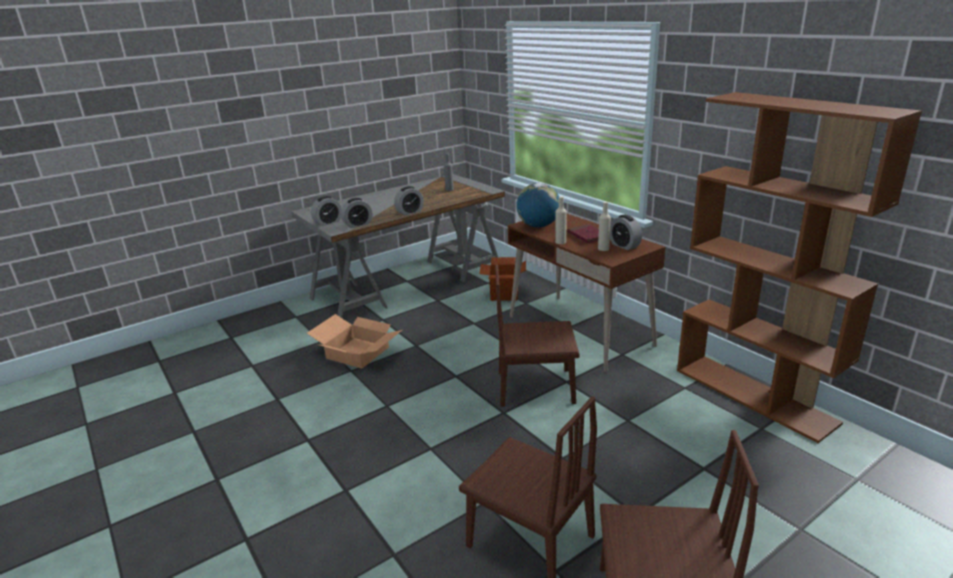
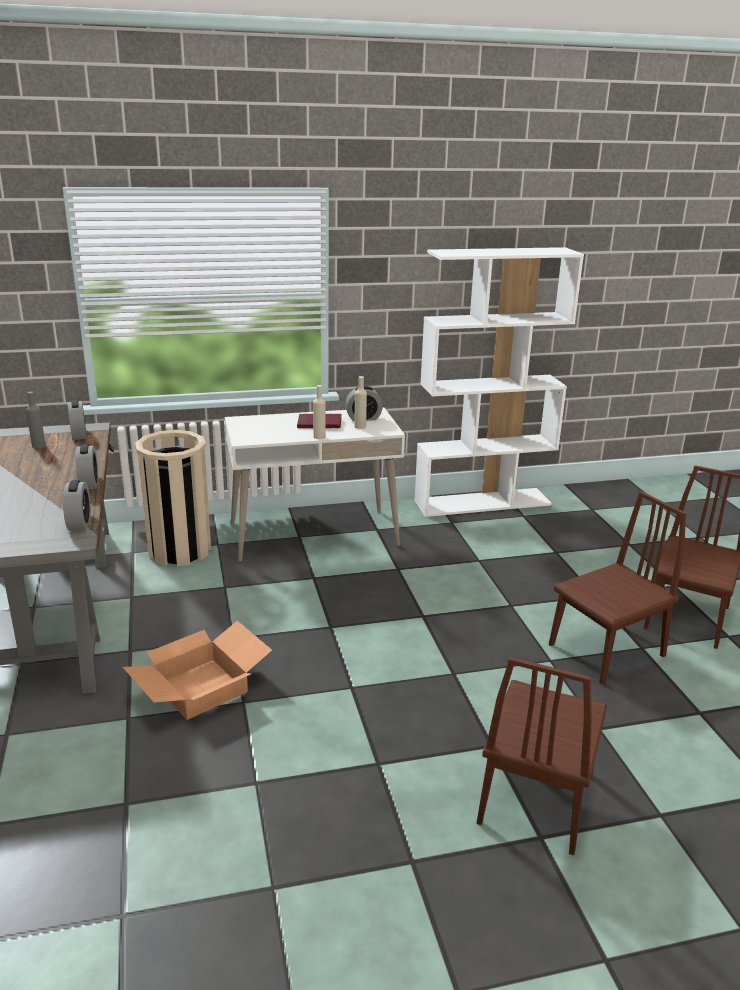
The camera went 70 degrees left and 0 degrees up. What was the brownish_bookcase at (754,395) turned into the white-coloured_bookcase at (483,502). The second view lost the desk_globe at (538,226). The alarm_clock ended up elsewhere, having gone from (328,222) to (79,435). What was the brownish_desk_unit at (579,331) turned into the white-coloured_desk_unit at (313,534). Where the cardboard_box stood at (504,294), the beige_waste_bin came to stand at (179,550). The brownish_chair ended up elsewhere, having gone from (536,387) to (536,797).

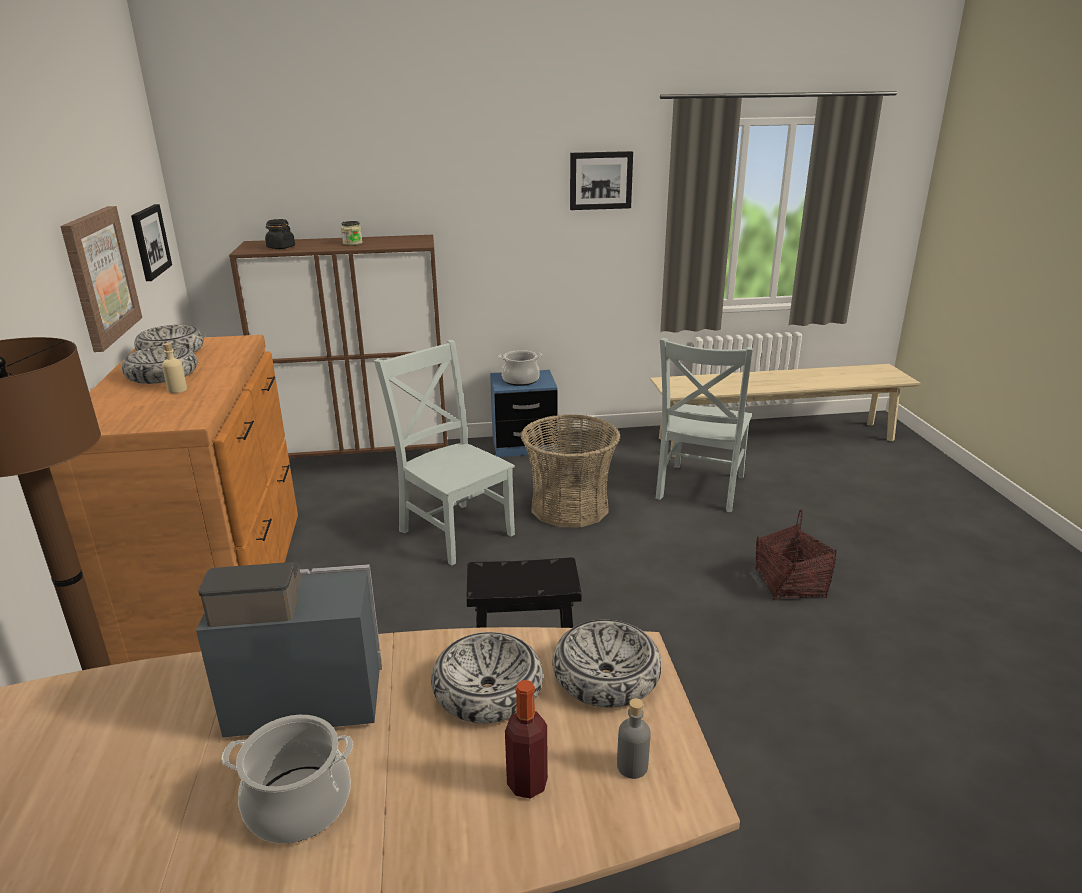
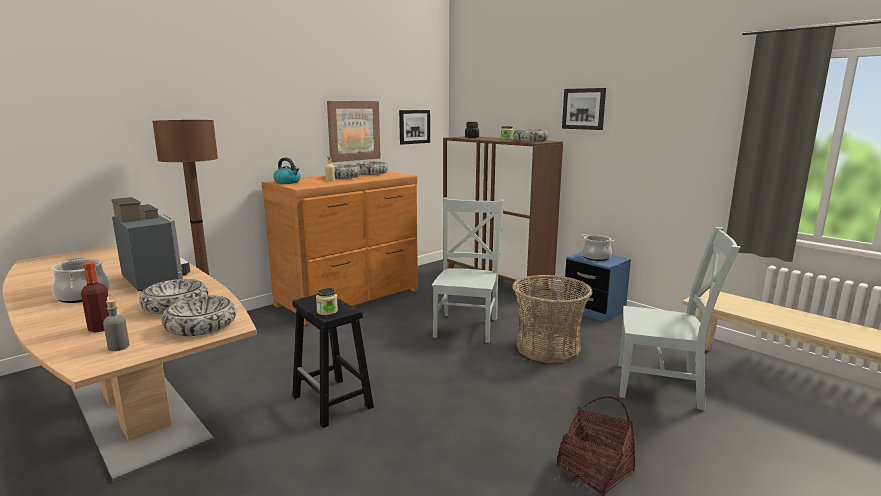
The camera went 55 degrees right and 10 degrees down. The wall_art ended up elsewhere, having gone from (600,180) to (584,109). The gray_chair at (699,489) ended up facing another way, 150 degrees counterclockwise from before. The second view gained the deep_dish at (530,141). The second view gained the tea_kettle at (288,182). The second view gained the jar at (327,311).

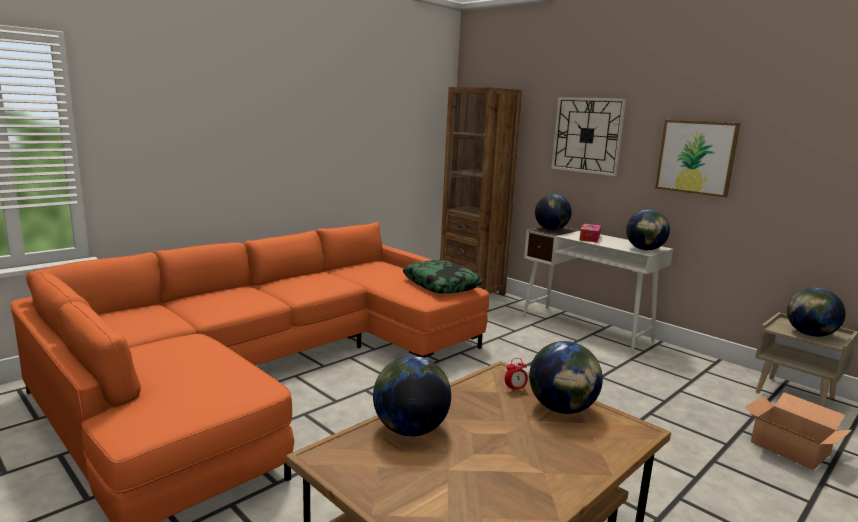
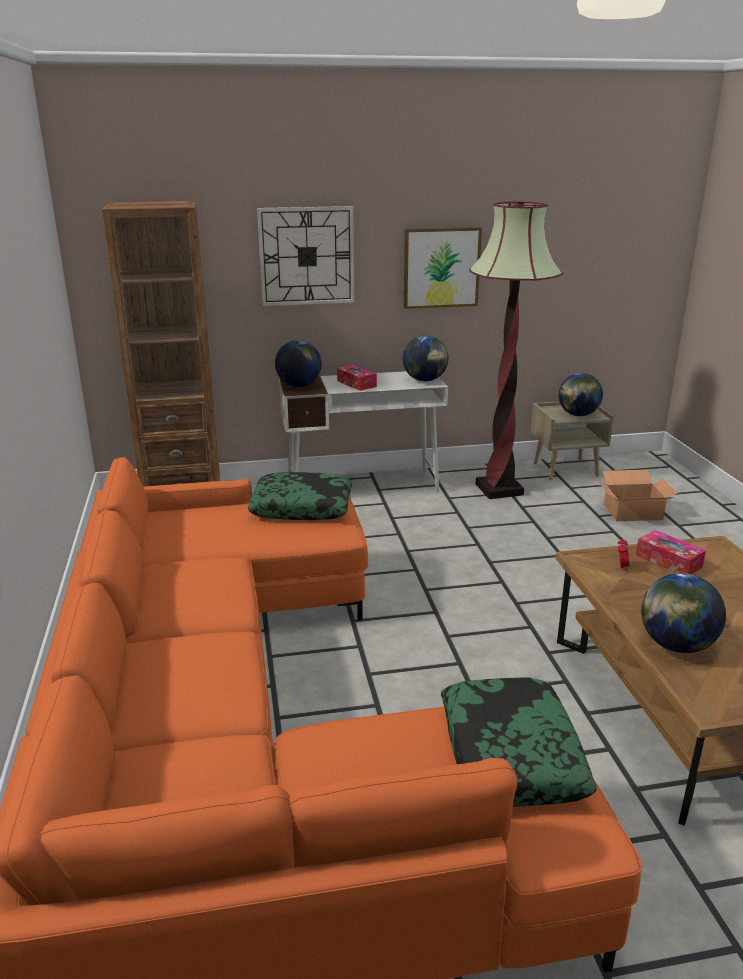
The camera went 55 degrees left and 10 degrees up. Where the desk_globe stood at (562,409), the tissue_holder came to stand at (668,561). The second view gained the floor_lamp at (499,489). The second view gained the throw_pillow at (510,753).

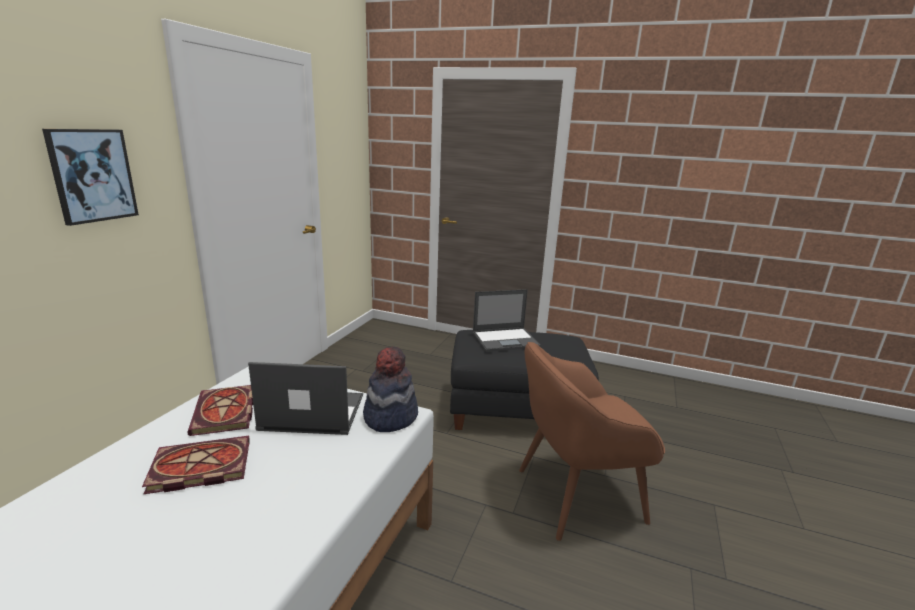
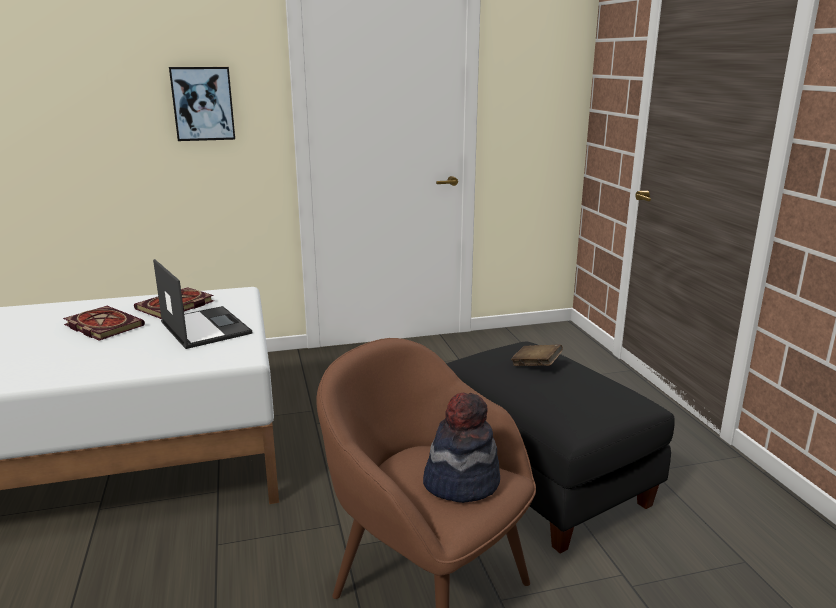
The camera went 55 degrees right and 0 degrees up. Where the laptop stood at (506,340), the brownish_volume came to stand at (536,366). The hat ended up elsewhere, having gone from (390,416) to (461,482).

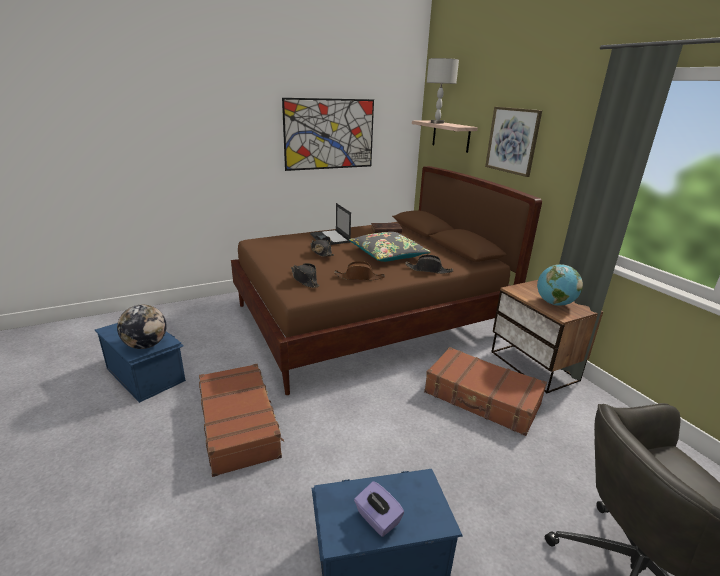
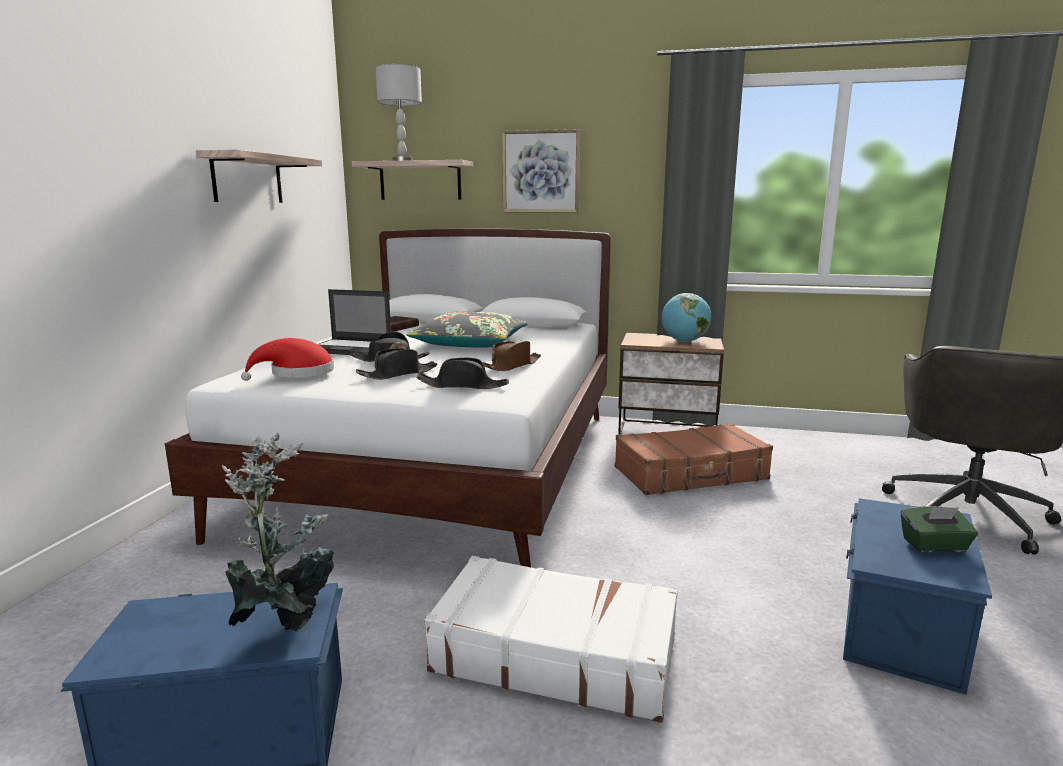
The camera went 50 degrees left and 10 degrees down. Where the wall_art hung at (329,134), the shelf came to hang at (247,179). What was the brownish_bedroom_bed at (369,319) turned into the white-coloured_bedroom_bed at (444,467). The black_hat ended up elsewhere, having gone from (428,270) to (398,374). Where the desk_globe stood at (146,345), the houseplant came to stand at (285,620). What was the brownish_suitcase at (240,425) turned into the white-coloured_suitcase at (554,654). What was the purplish_tissue_holder at (377,519) turned into the green_tissue_holder at (934,546). The second view gained the red-coloured_hat at (297,373).

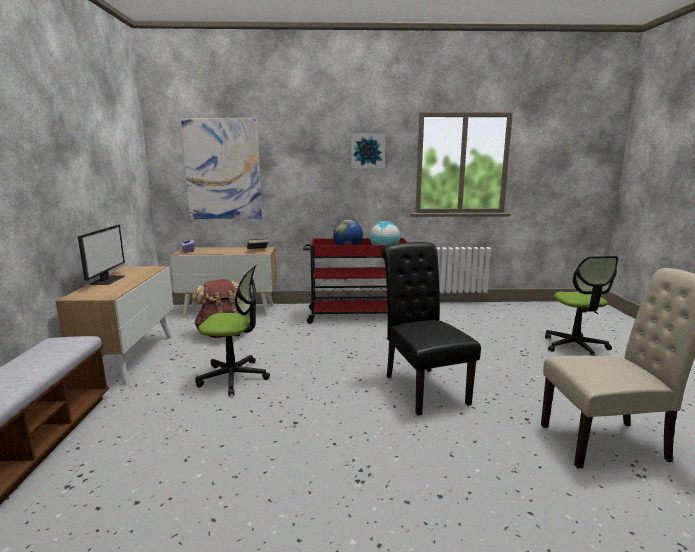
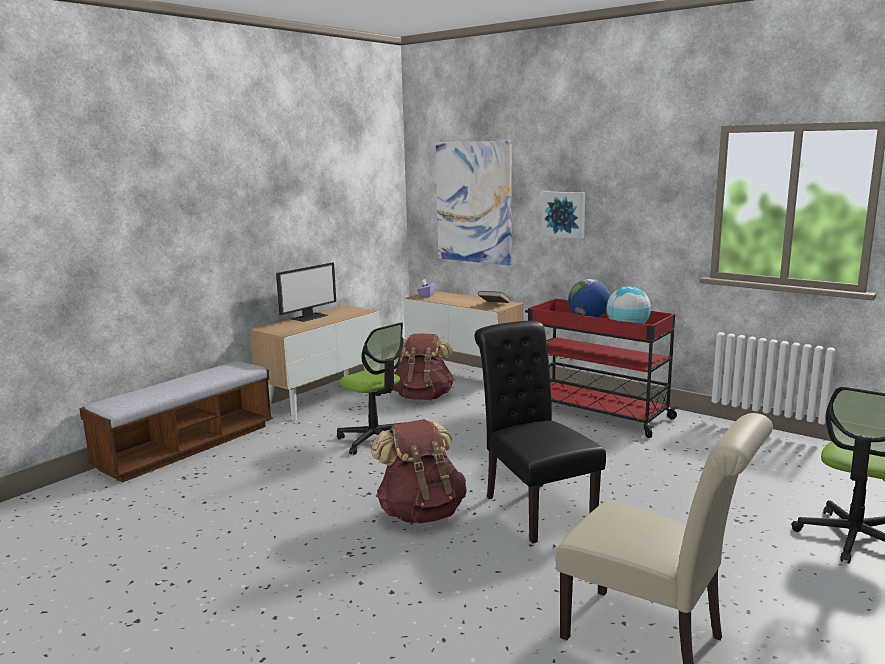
The camera went 40 degrees right and 0 degrees up. The wall_art ended up elsewhere, having gone from (367,151) to (564,214). The black_chair at (422,387) ended up facing another way, 45 degrees counterclockwise from before. The second view gained the brownish_backpack at (421,513).

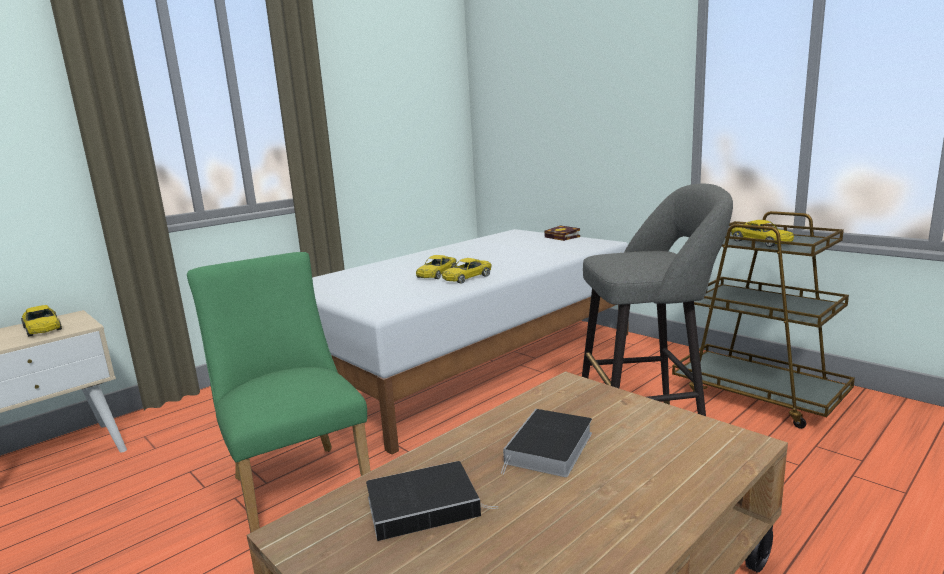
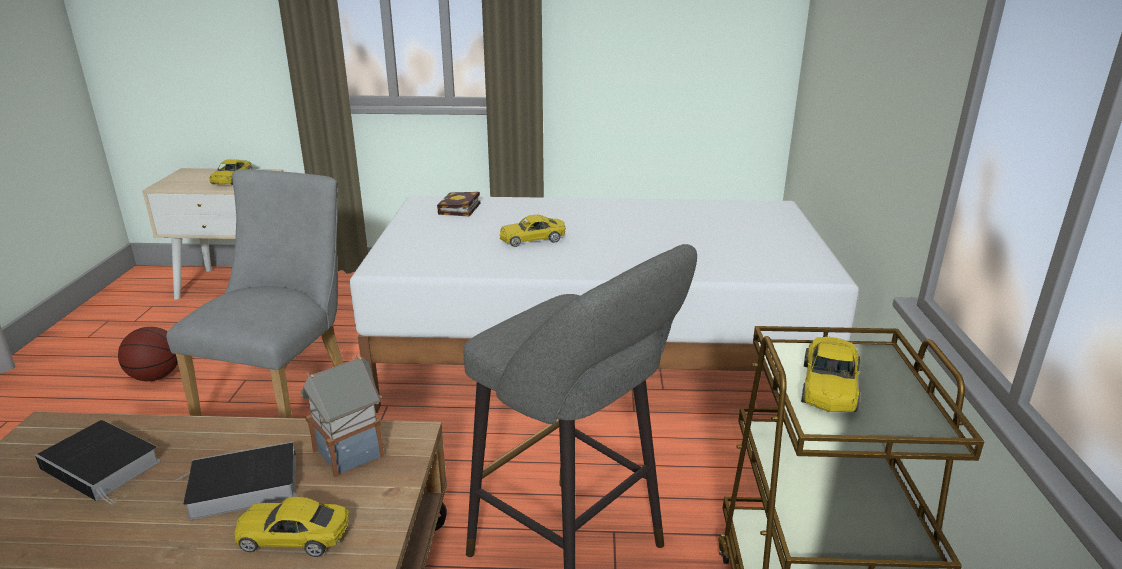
The camera went 45 degrees right and 10 degrees up. The volume ended up elsewhere, having gone from (563,237) to (459,209). What was the green_chair at (296,484) turned into the gray_chair at (284,394). The yellow_toy_car ended up elsewhere, having gone from (467,278) to (294,536). The second view gained the ball_for_basketball at (156,377). The second view gained the model_house at (350,452).

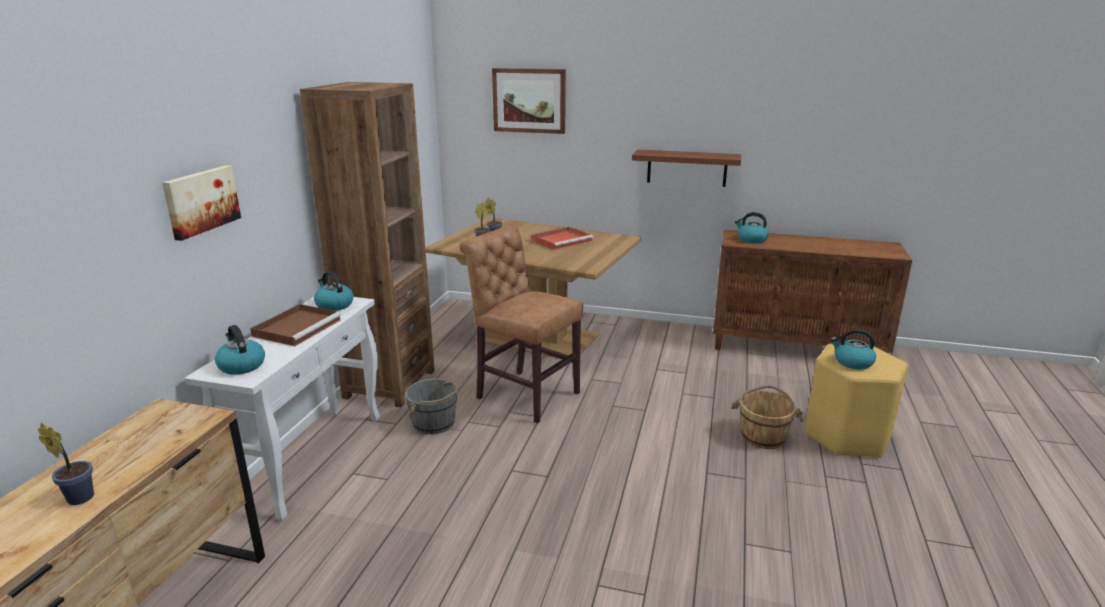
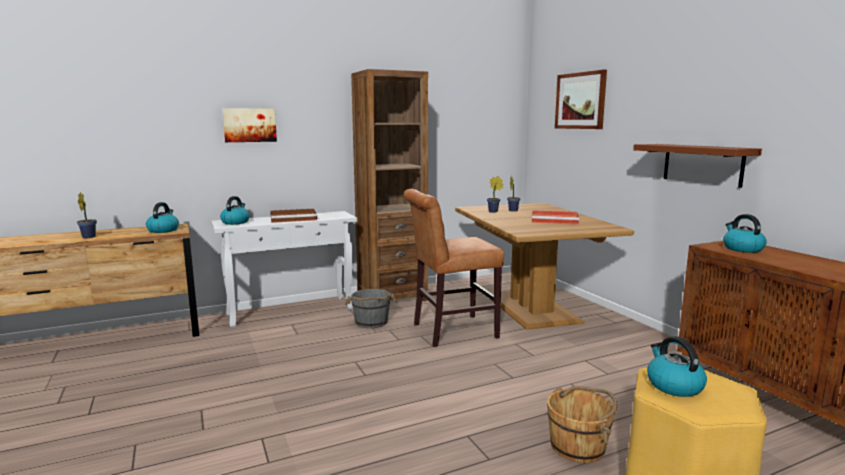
The camera went 50 degrees right and 10 degrees down. The brownish_chair at (523,394) ended up facing another way, 105 degrees counterclockwise from before. The tea_kettle ended up elsewhere, having gone from (334,305) to (163,230).

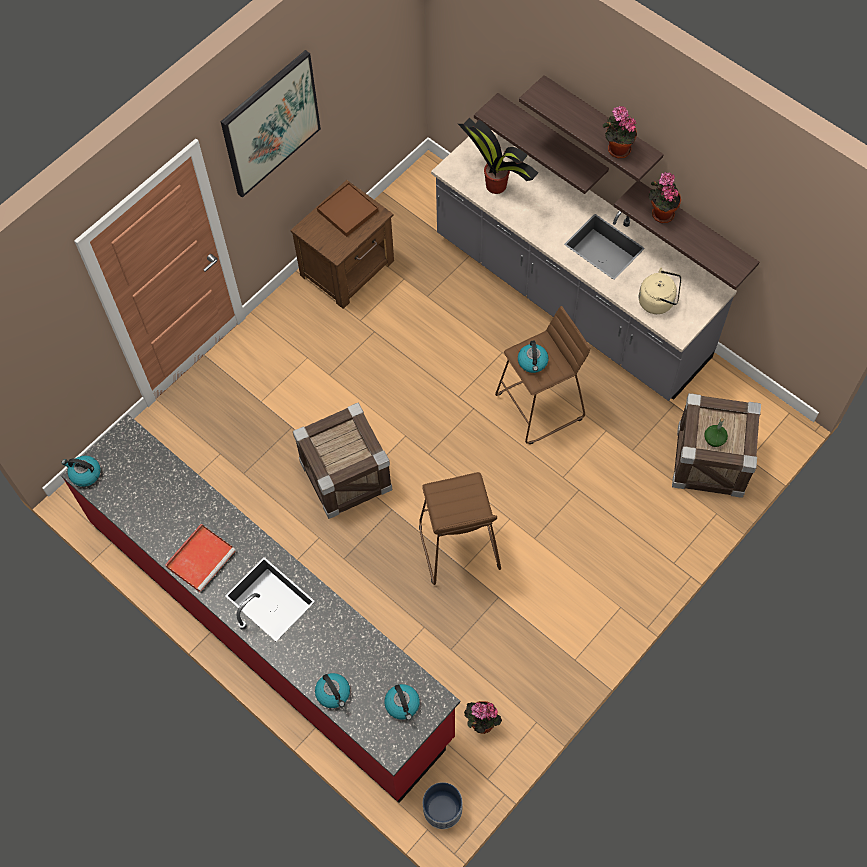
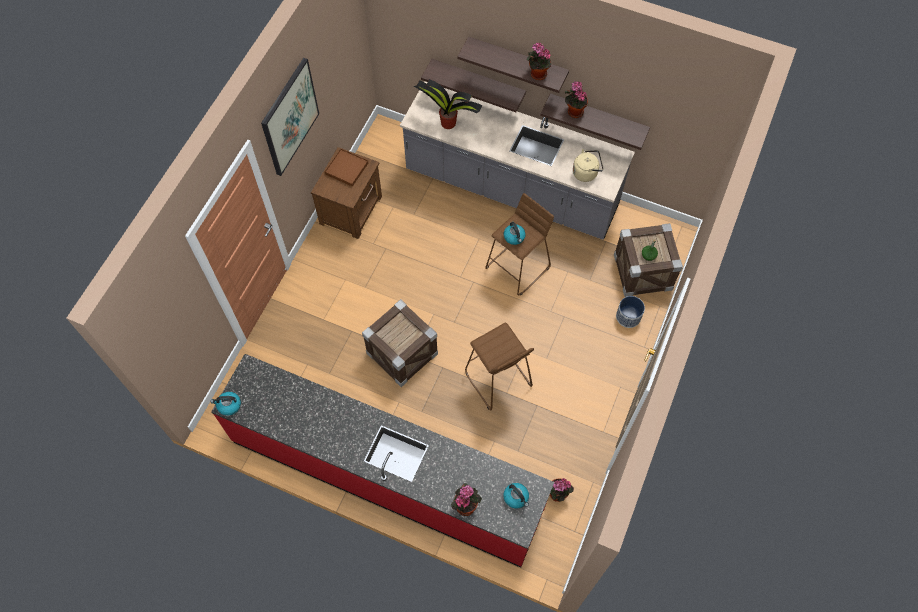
The camera went 20 degrees left and 0 degrees up. The second view lost the red-coloured_tray at (201,557). Where the tea_kettle stood at (333,693), the houseplant came to stand at (465,505). The flower_pot ended up elsewhere, having gone from (442,809) to (628,317).

